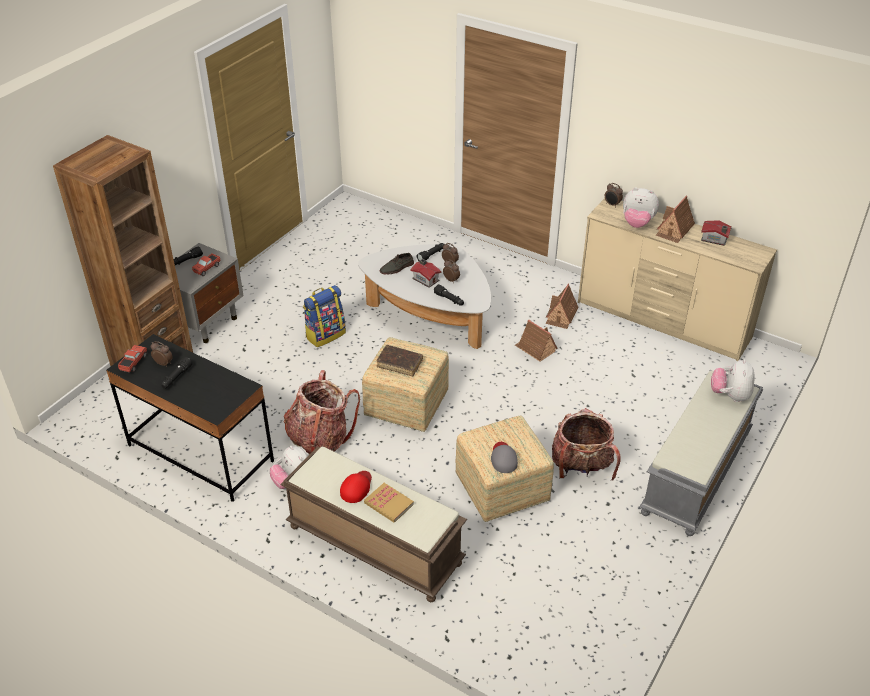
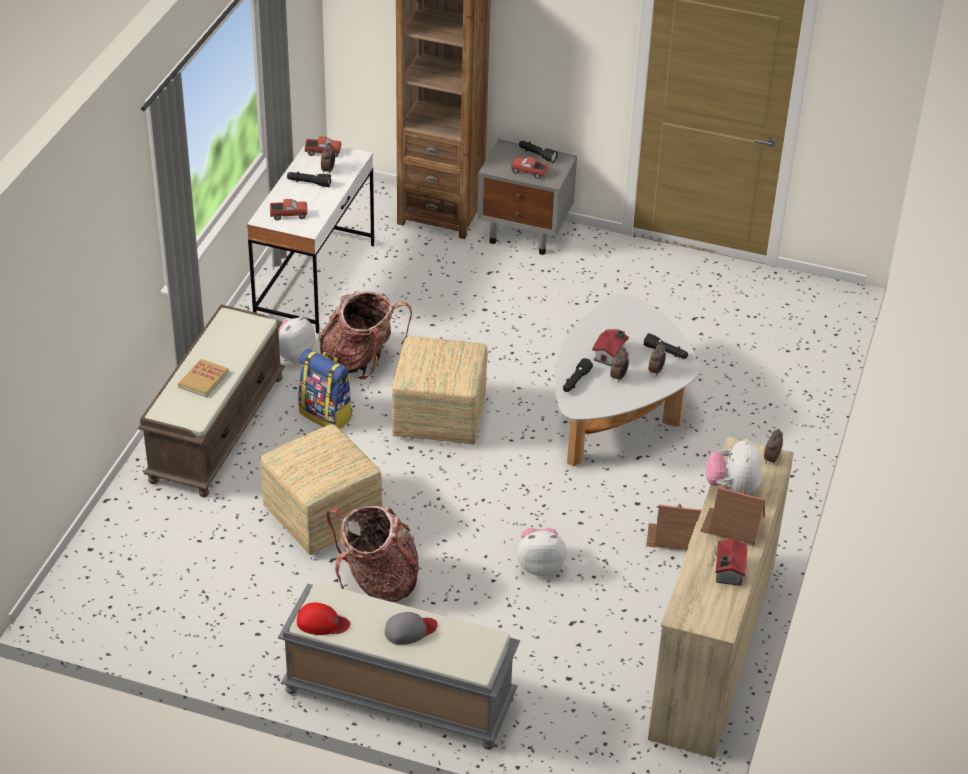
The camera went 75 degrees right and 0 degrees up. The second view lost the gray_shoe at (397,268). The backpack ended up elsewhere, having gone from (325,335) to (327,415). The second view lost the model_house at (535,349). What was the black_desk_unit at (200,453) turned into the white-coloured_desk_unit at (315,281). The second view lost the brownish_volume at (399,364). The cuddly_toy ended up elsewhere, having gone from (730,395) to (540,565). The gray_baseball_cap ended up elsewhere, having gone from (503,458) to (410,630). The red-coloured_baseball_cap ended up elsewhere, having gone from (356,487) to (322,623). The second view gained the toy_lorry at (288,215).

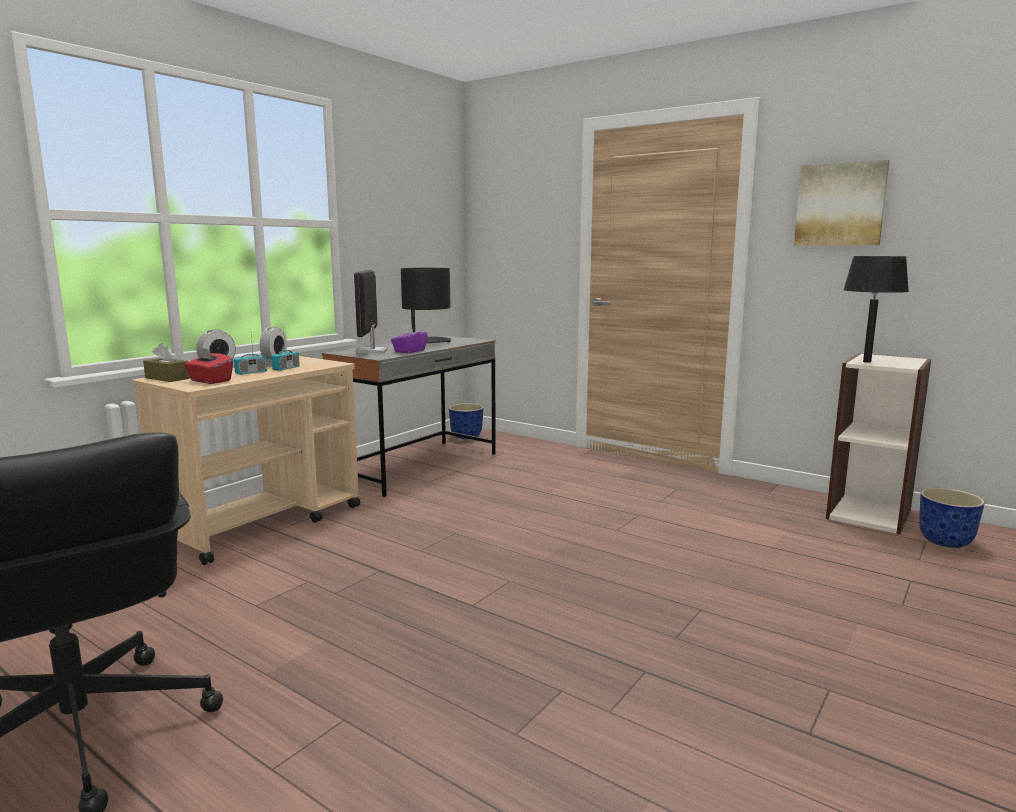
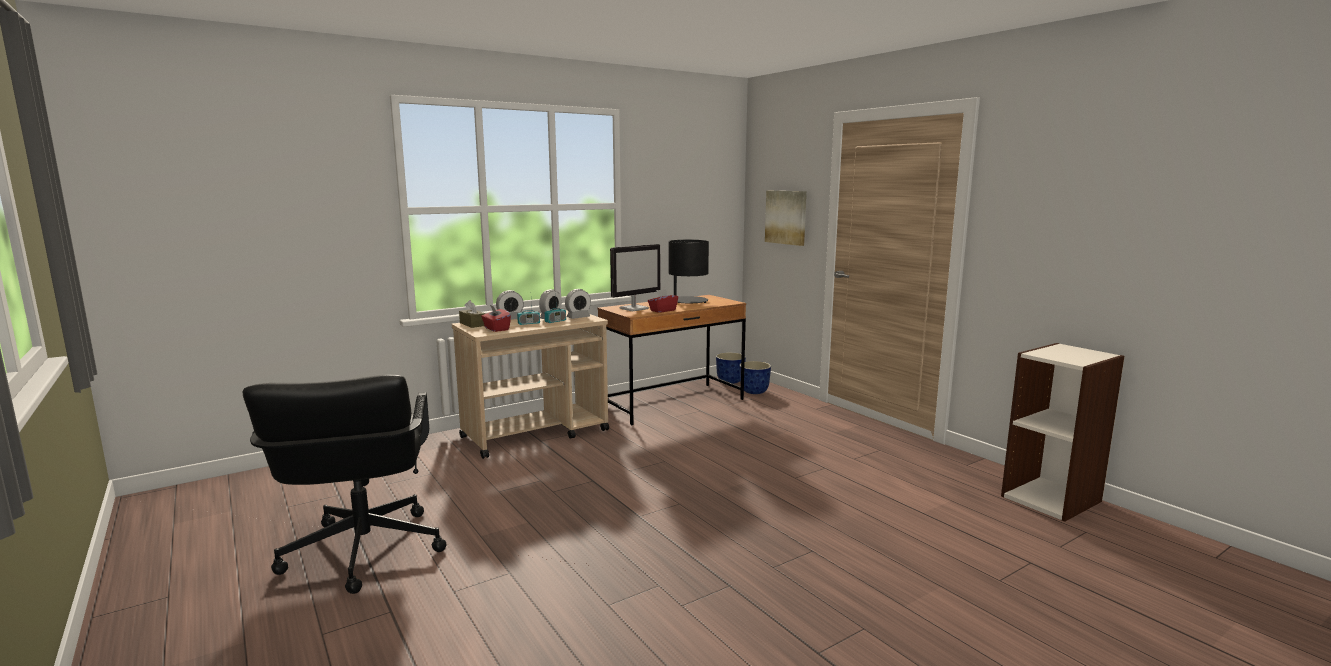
The camera went 20 degrees right and 0 degrees up. The wall_art ended up elsewhere, having gone from (840,204) to (786,217). The second view lost the black_tabletop_lamp at (867,361). The monitor at (371,351) ended up facing another way, 150 degrees counterclockwise from before. What was the purplish_tissue_holder at (409,351) turned into the red-coloured_tissue_holder at (662,310). What was the gray_desk_unit at (418,467) turned into the brownish_desk_unit at (673,403). The flower_pot ended up elsewhere, having gone from (945,542) to (754,391). The second view gained the alarm_clock at (578,317).

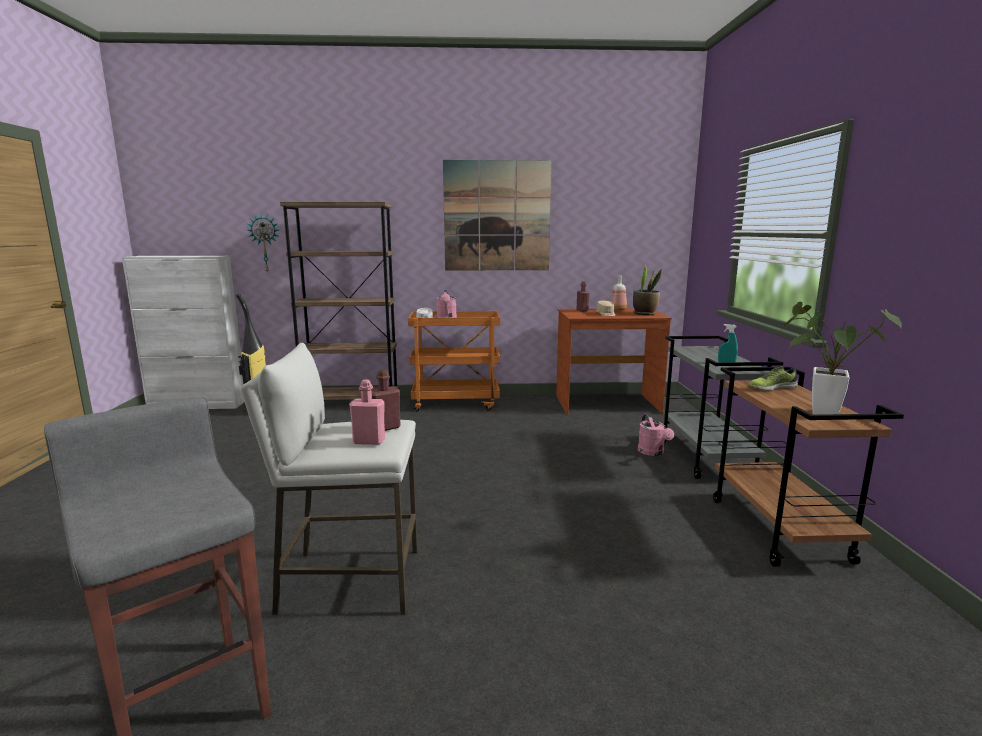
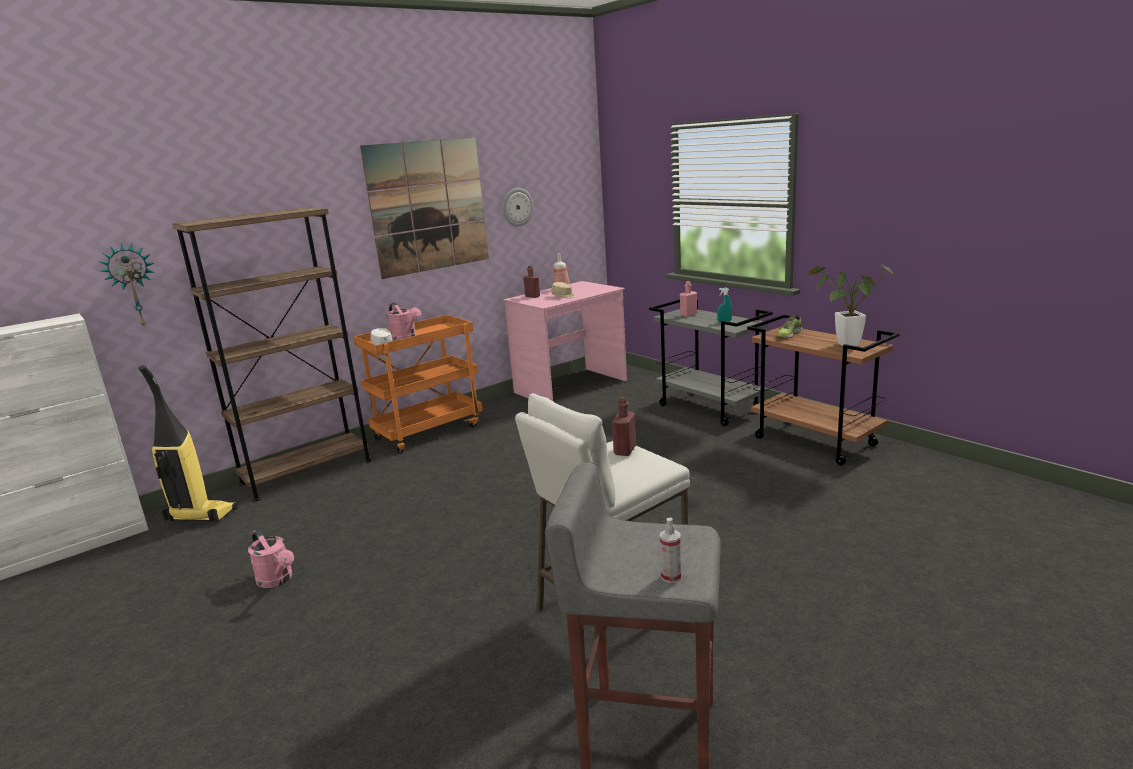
The camera went 35 degrees left and 5 degrees up. The second view lost the houseplant at (644,314). What was the brownish_desk_unit at (607,404) turned into the pinkish_desk_unit at (571,387). The pinkish_beverage_bottle ended up elsewhere, having gone from (369,441) to (688,314). The pinkish_sprinkling_can ended up elsewhere, having gone from (653,452) to (278,580). The second view gained the wall_clock at (517,207). The second view gained the spray_bottle at (671,576).

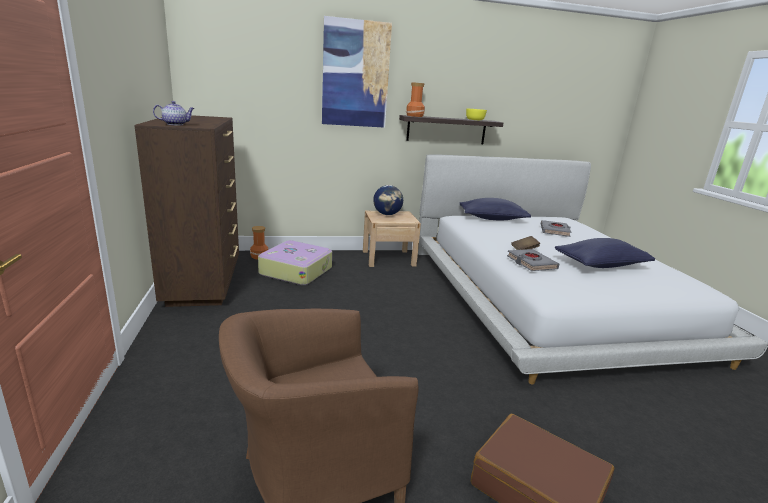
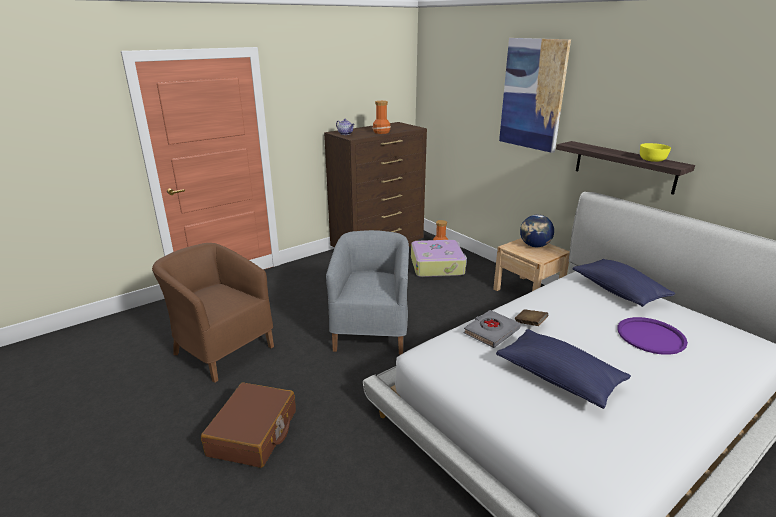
The camera went 65 degrees right and 5 degrees up. The flower_vase ended up elsewhere, having gone from (415,116) to (381,132). Where the gray_volume stood at (554,231), the purplish_tray came to stand at (650,336). The second view gained the gray_armchair at (372,331).

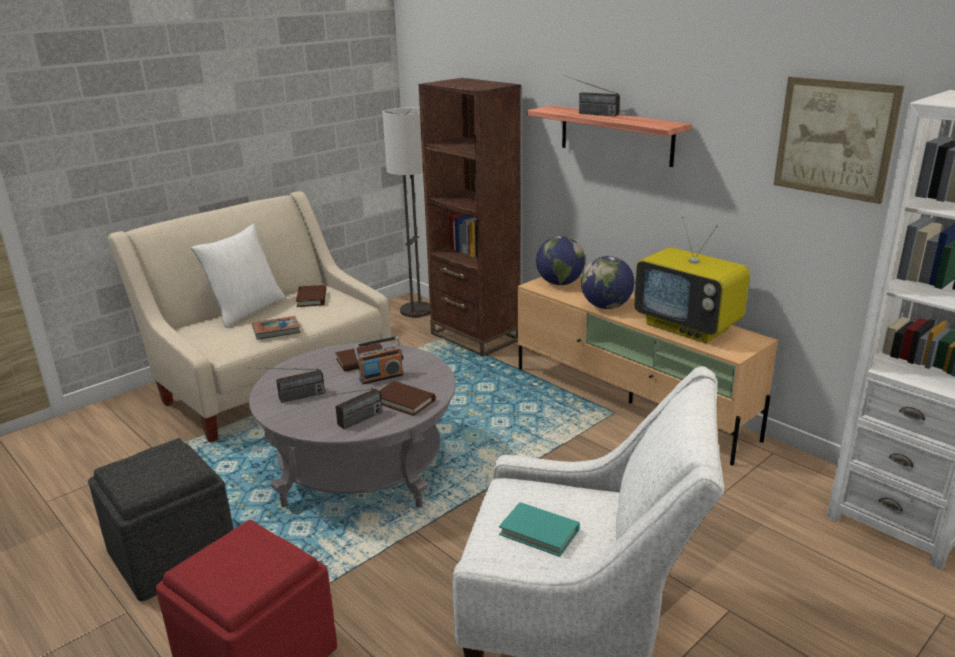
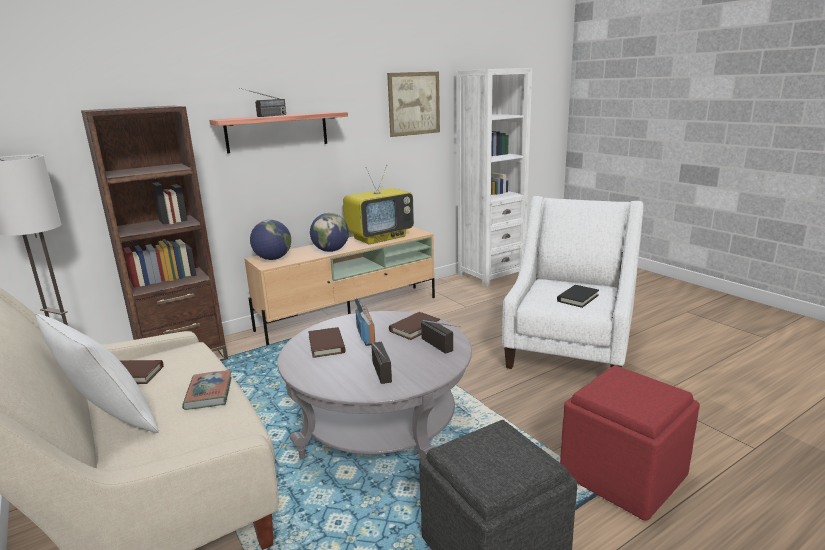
The camera went 80 degrees left and 5 degrees down. What was the turquoise-coloured_volume at (539,532) turned into the black_volume at (577,298).

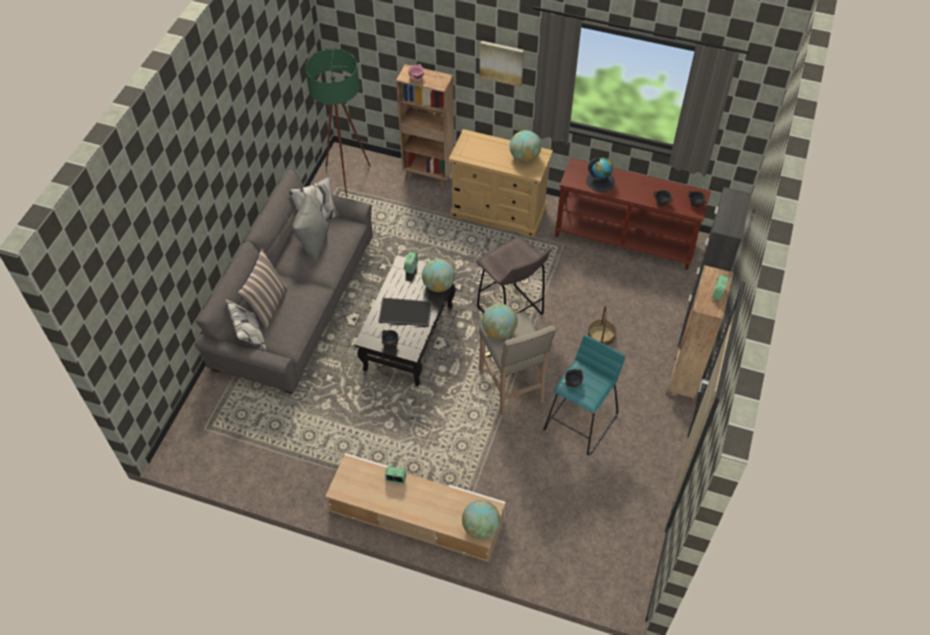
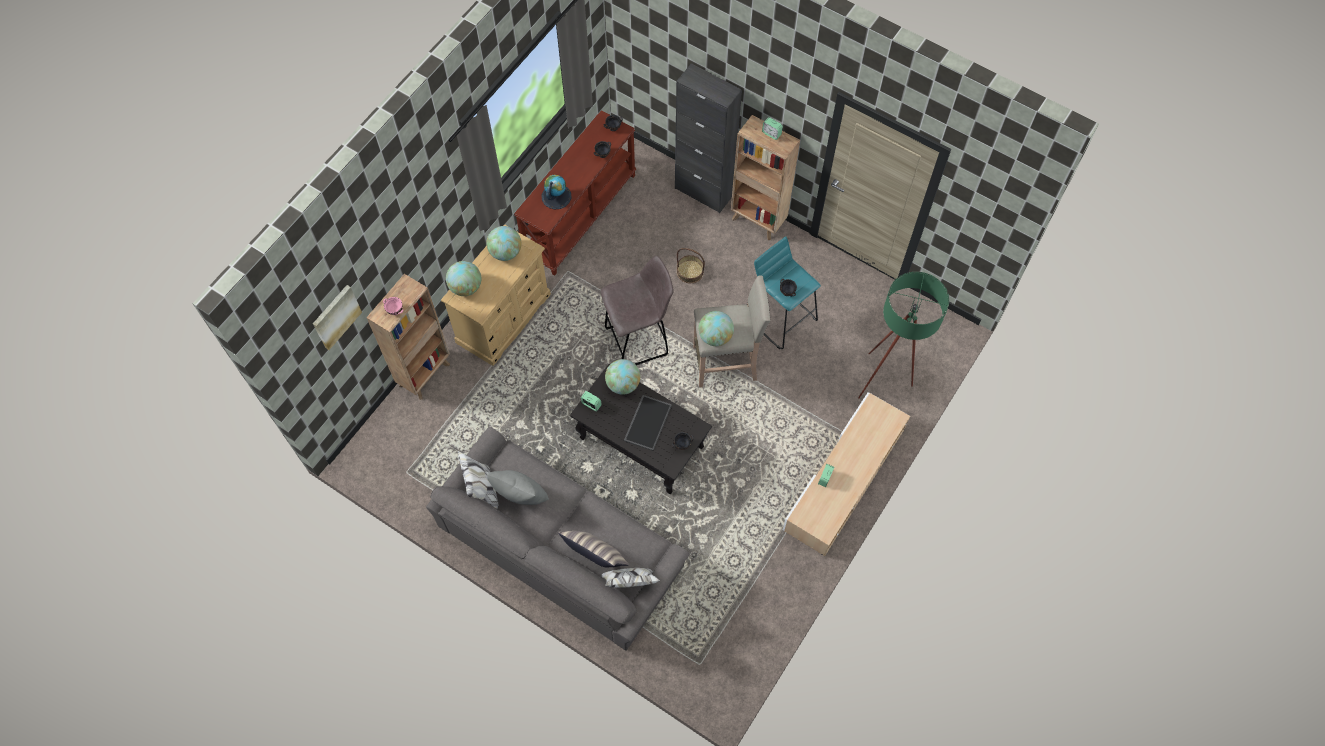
The camera went 75 degrees left and 10 degrees up. The wall_art ended up elsewhere, having gone from (501,62) to (336,316). The green_floor_lamp ended up elsewhere, having gone from (347,180) to (886,381). The desk_globe ended up elsewhere, having gone from (480,527) to (466,287).

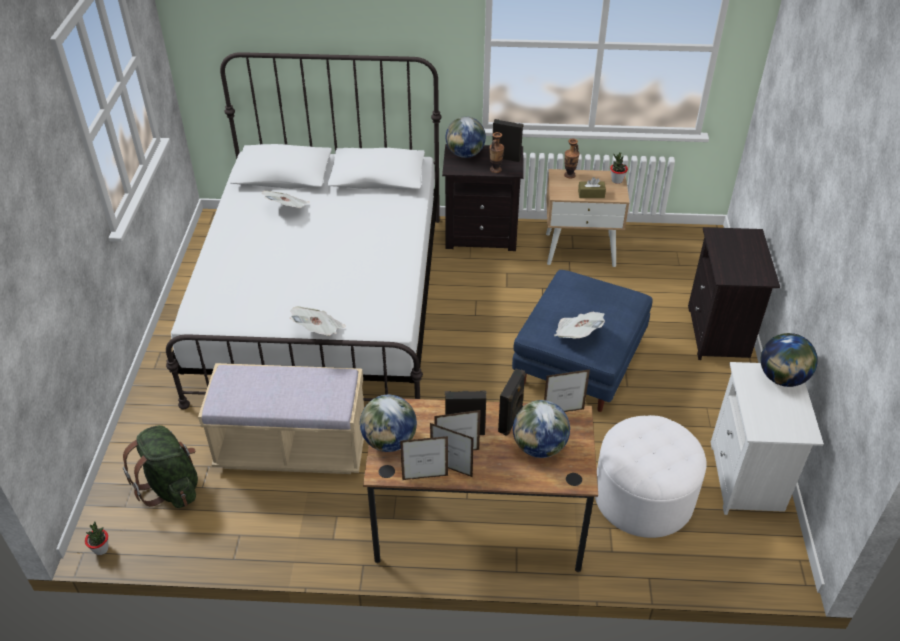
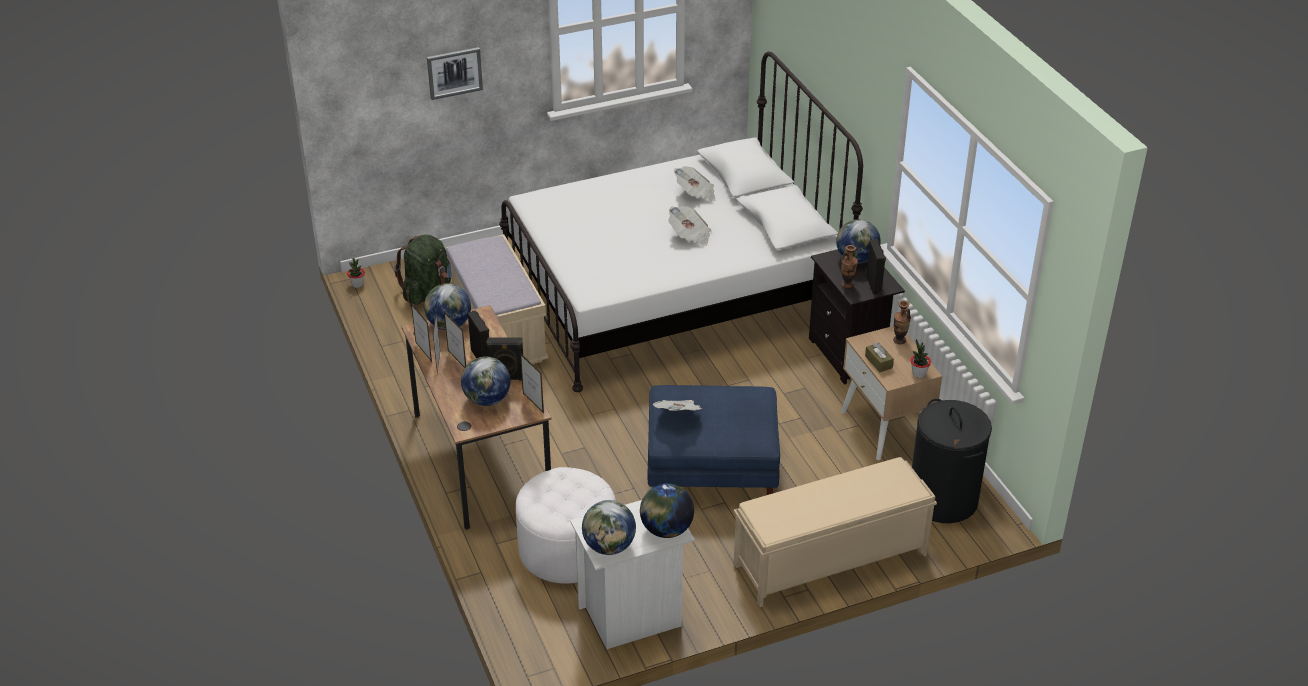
The camera went 65 degrees right and 5 degrees down. Where the black_night_table stood at (719,333), the beige_indoor_bench came to stand at (829,560). The daily_paper ended up elsewhere, having gone from (319,331) to (690,236). The second view gained the wall_art at (454,72). The second view gained the black_hamper at (943,499). The second view gained the desk_globe at (609,546).

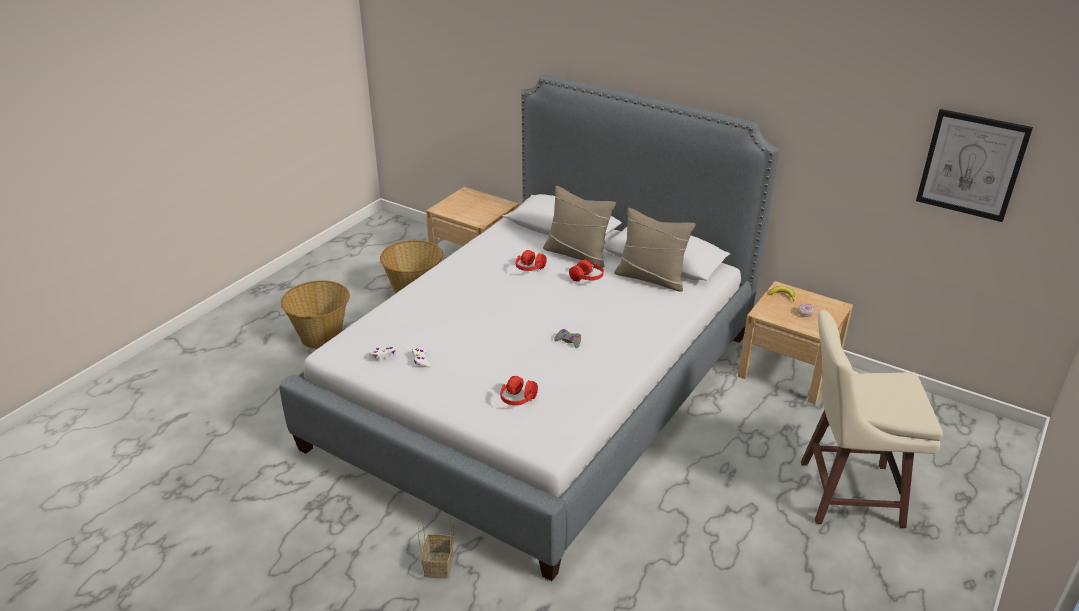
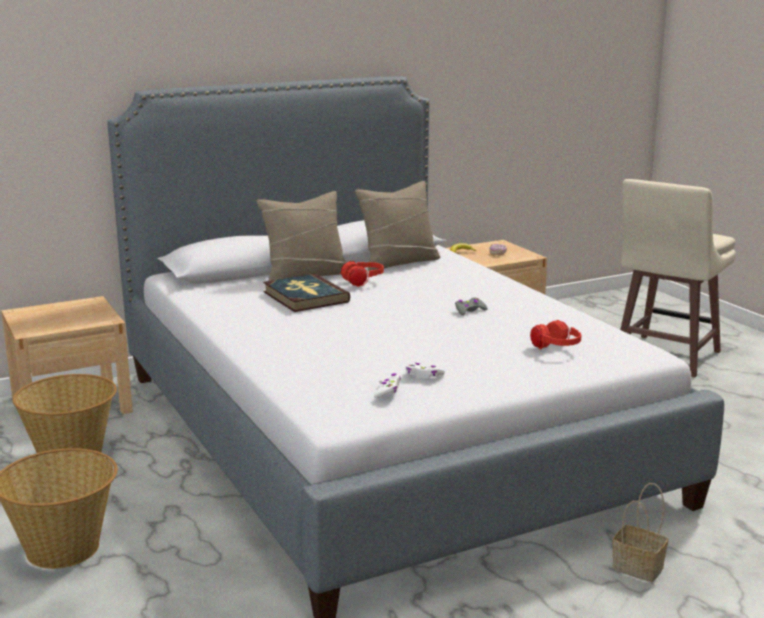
The camera went 60 degrees left and 15 degrees down. The second view lost the wall_art at (971,165). Where the red-coloured_headset stood at (530,269), the volume came to stand at (305,297).

